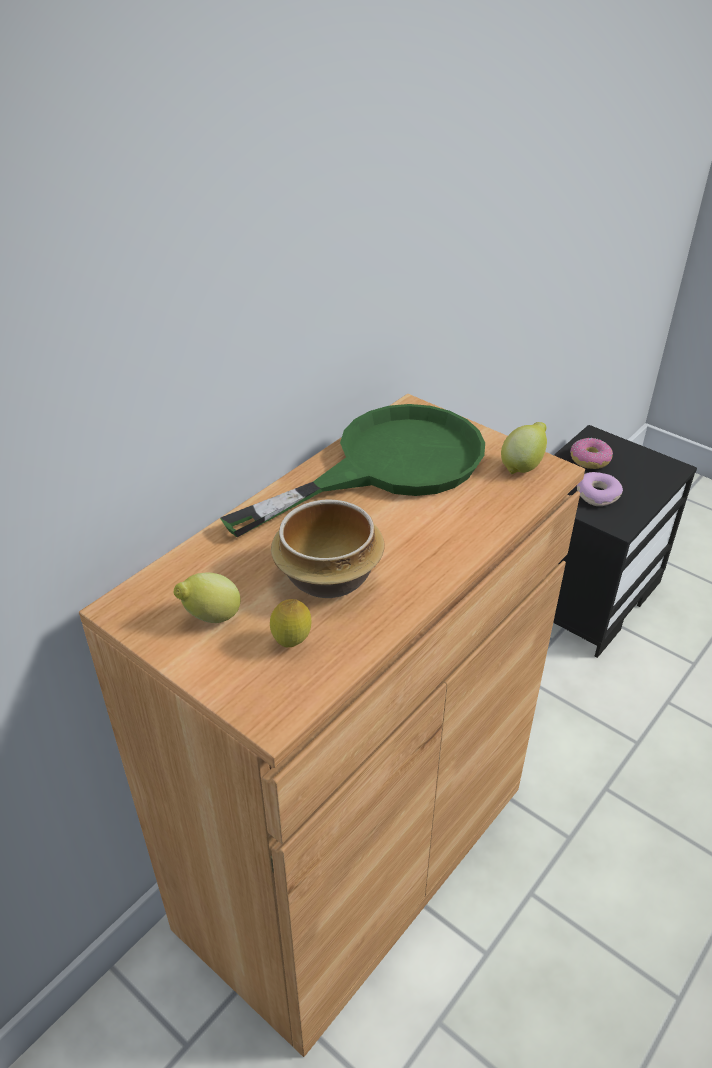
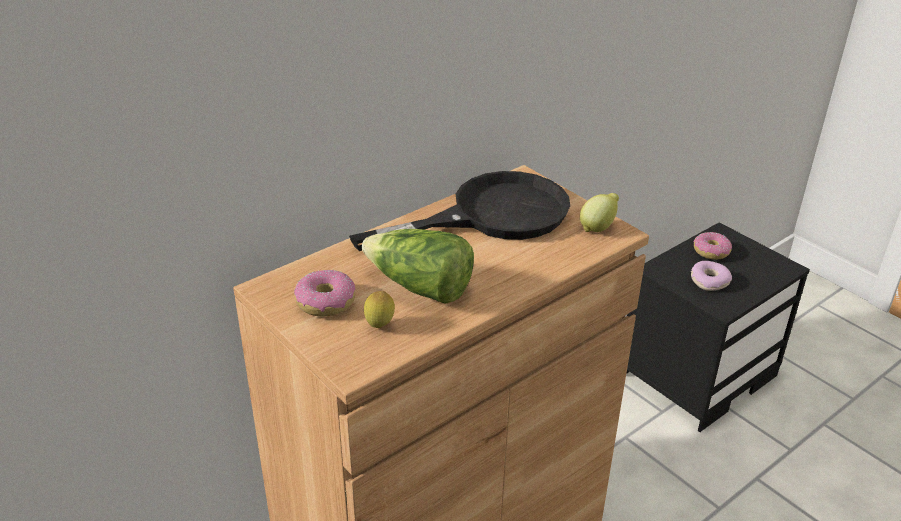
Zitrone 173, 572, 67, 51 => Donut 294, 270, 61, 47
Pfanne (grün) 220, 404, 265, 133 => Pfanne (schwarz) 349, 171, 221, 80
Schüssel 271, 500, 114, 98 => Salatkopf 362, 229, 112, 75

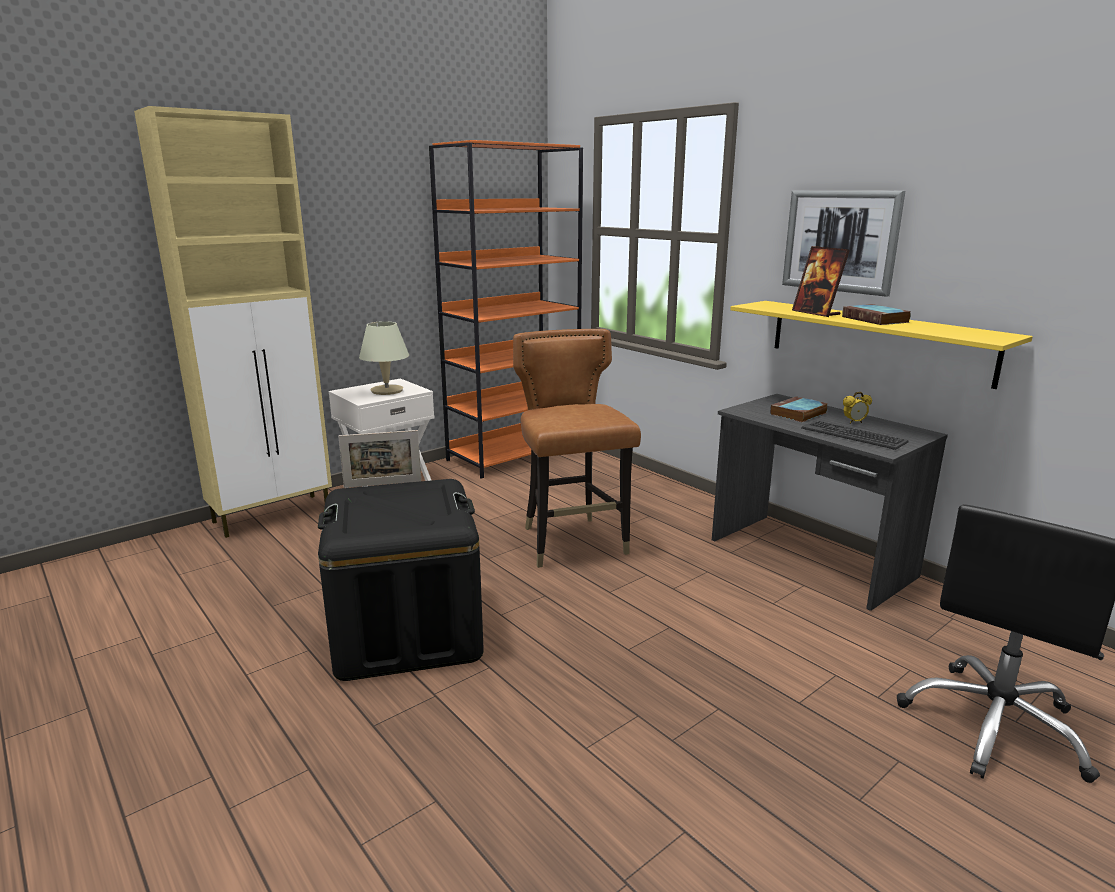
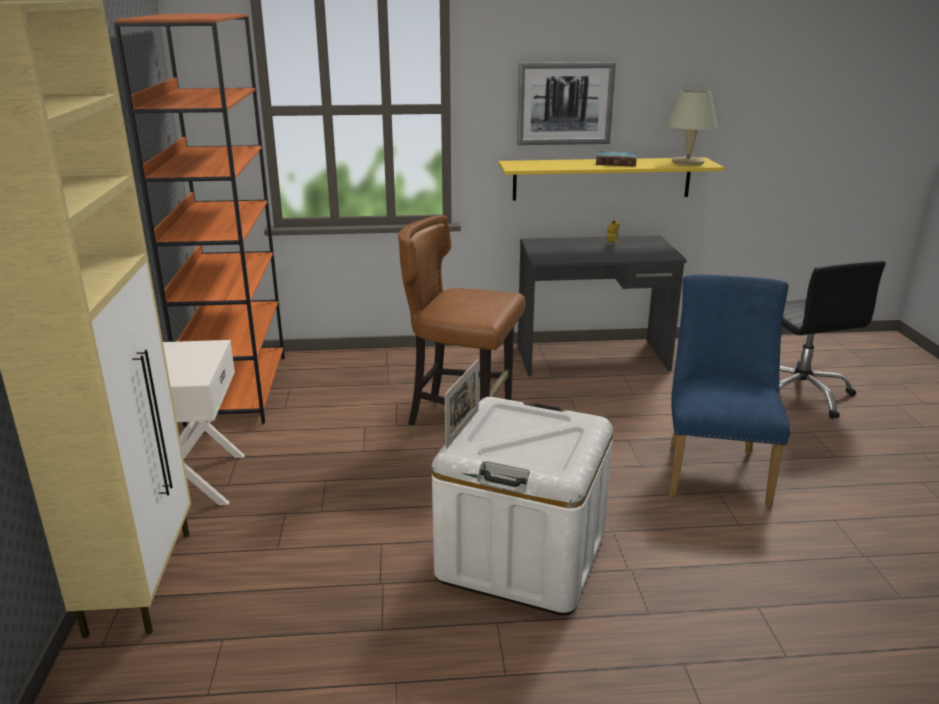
Aufbewahrungsbox (schwarz) 318, 479, 166, 202 => Aufbewahrungsbox (weiß) 432, 397, 181, 218
Tischlampe (beige) 359, 321, 50, 74 => Tischlampe (beige) 667, 90, 51, 75, moved
Buch 770, 396, 58, 26 => nothing
Bilderrahmen 792, 246, 58, 71 => nothing
Tastatur 801, 420, 108, 30 => nothing
nothing => Stuhl (blau) 670, 274, 120, 234

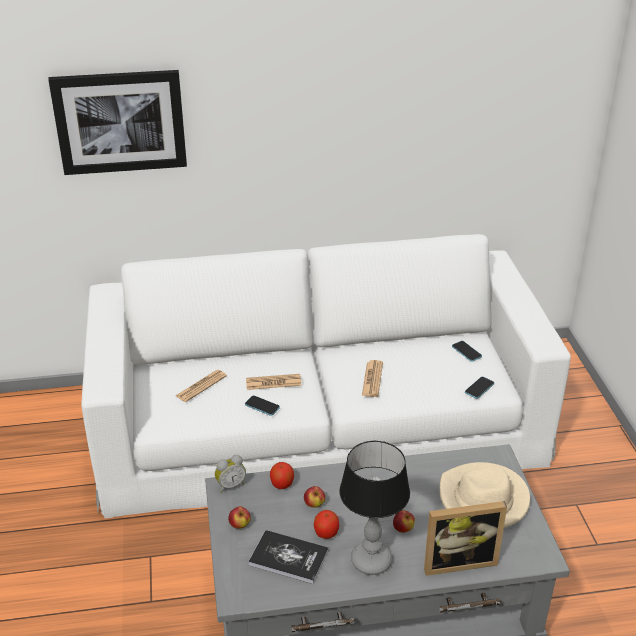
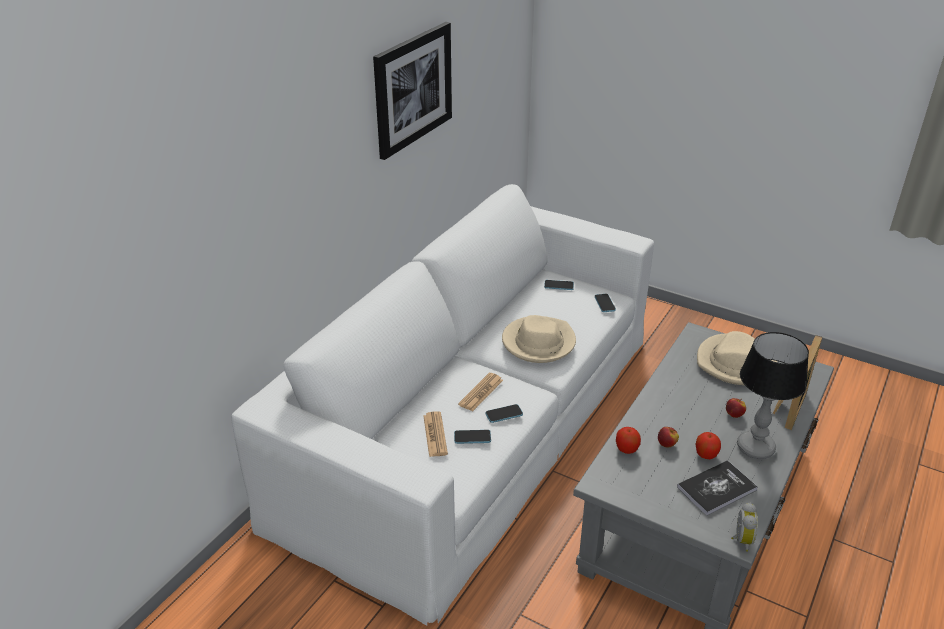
Bild 48, 70, 139, 105 => Bild 373, 22, 79, 138, moved
Wecker 215, 455, 31, 38 => Wecker 731, 502, 26, 50, moved
Apfel 228, 507, 23, 22 => nothing
Zeitung 362, 360, 21, 37 => Hut (beige) 502, 315, 74, 48
nothing => Handy 454, 430, 37, 14

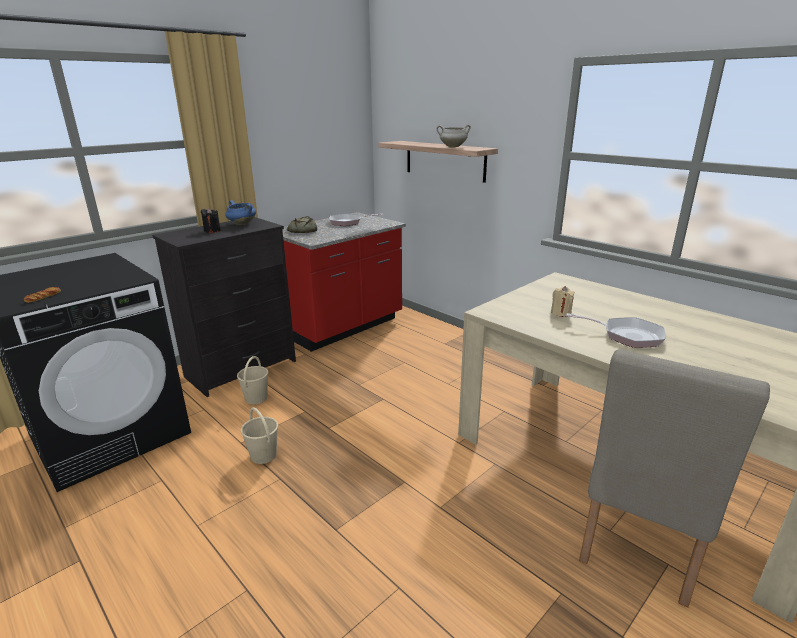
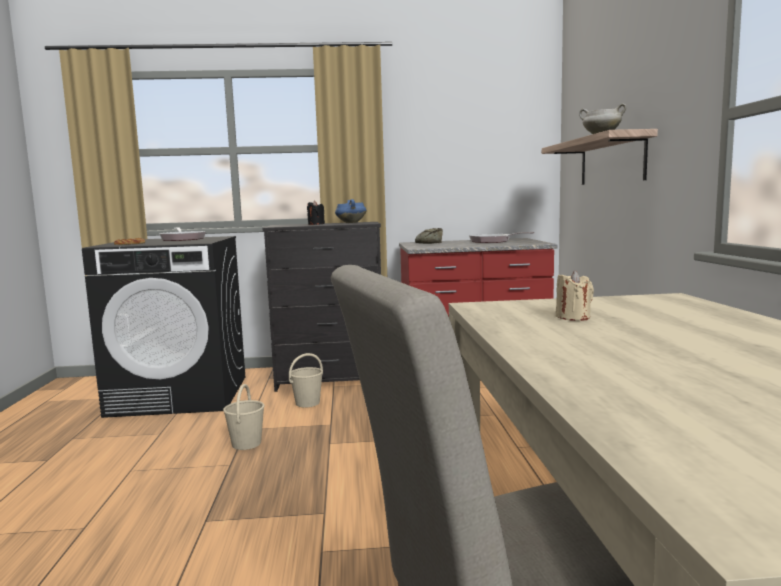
Pfanne 566, 313, 100, 35 => Pfanne 159, 227, 47, 14, moved

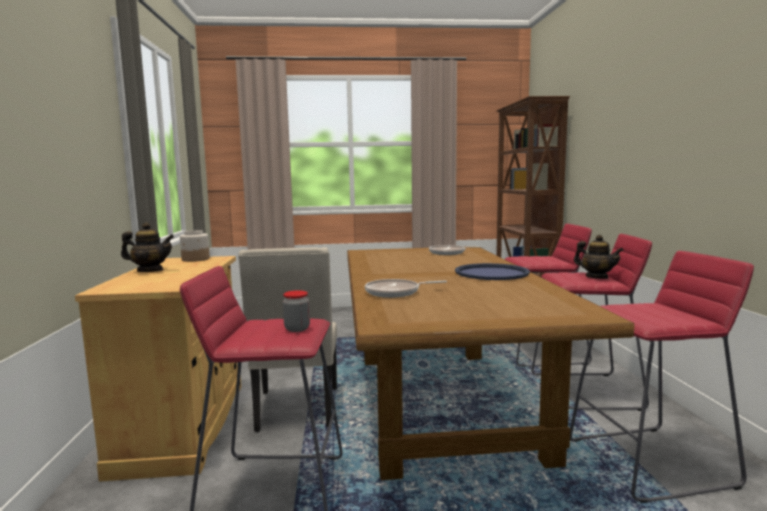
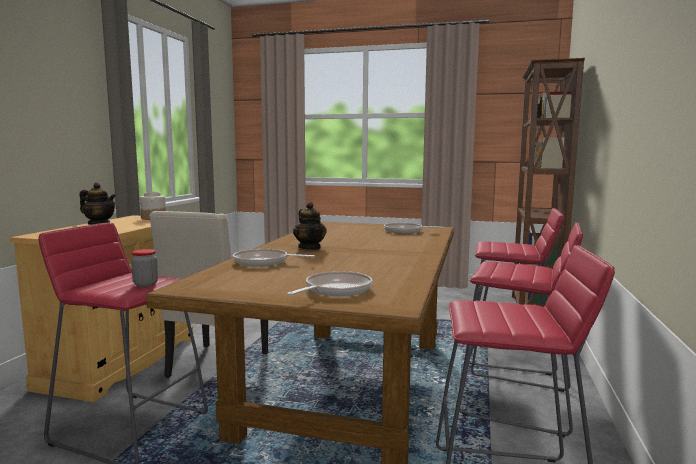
Tablett (blau) 455, 263, 75, 17 => nothing
Teekanne 574, 235, 50, 44 => Teekanne 293, 202, 34, 48, moved
nothing => Pfanne 287, 271, 86, 25

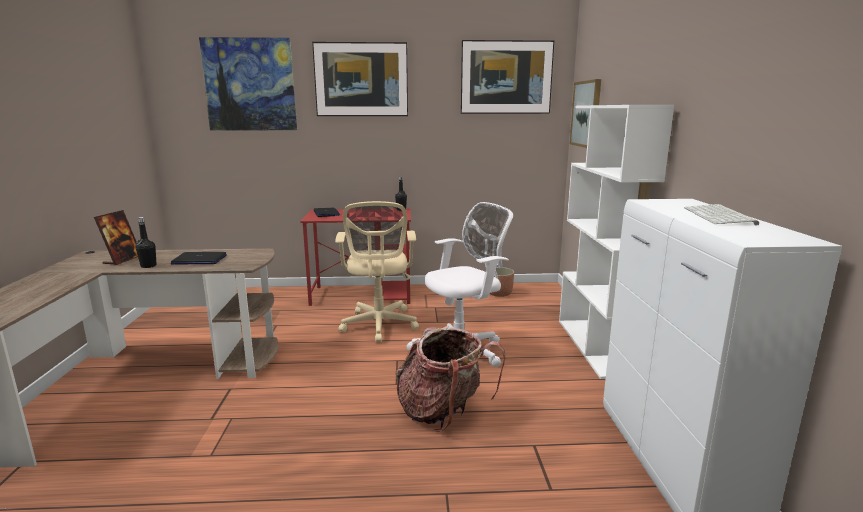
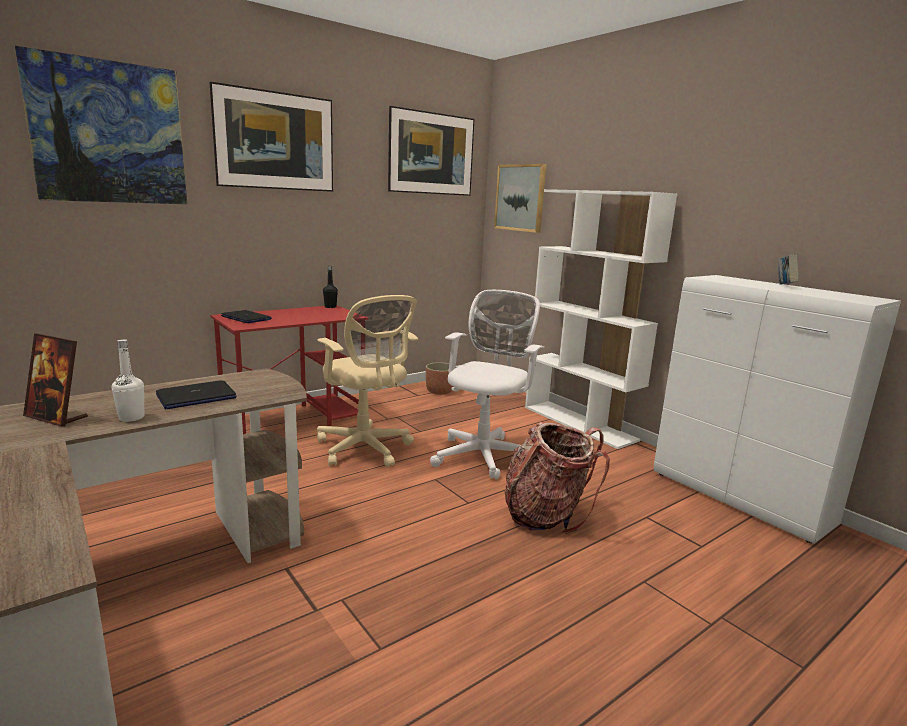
Bilderrahmen 94, 210, 44, 55 => Bilderrahmen 23, 333, 65, 94, 135 degrees clockwise
Flasche (schwarz) 136, 217, 21, 51 => Flasche (weiß) 112, 339, 32, 83
Tastatur 684, 204, 75, 22 => Buch 778, 254, 21, 31

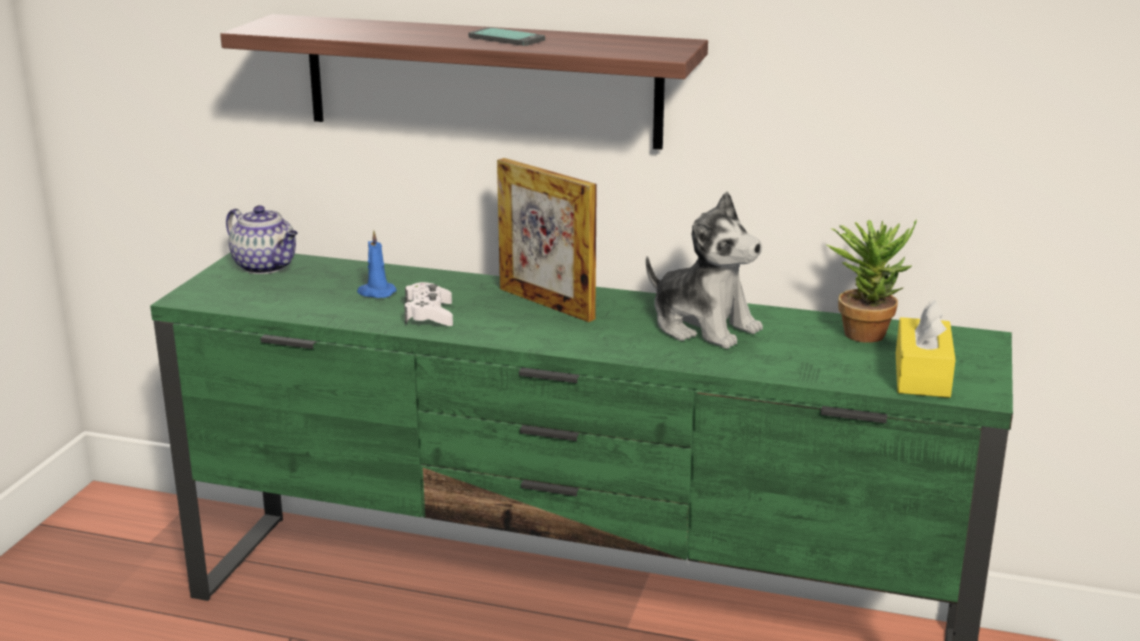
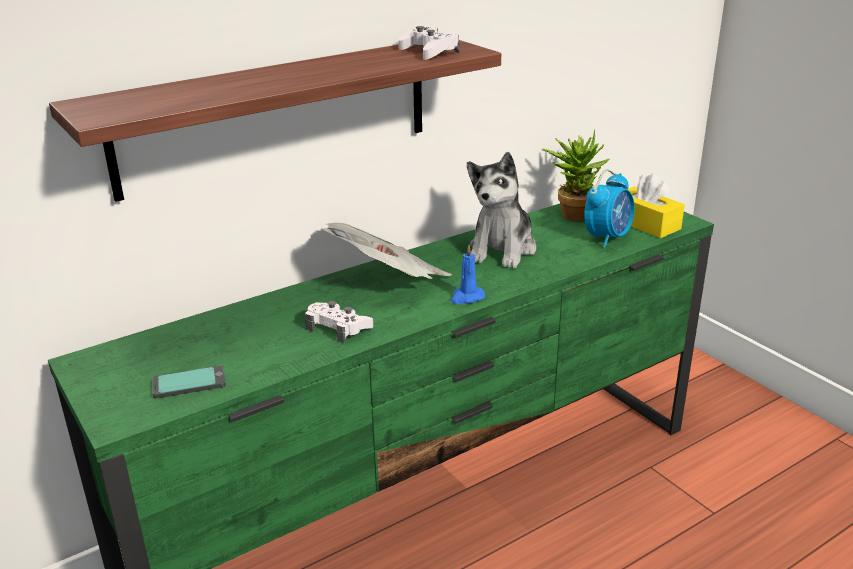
Teekanne 226, 205, 72, 69 => nothing
Kerze (blau) 357, 230, 40, 68 => Kerze (blau) 450, 244, 35, 60, moved
Handy 469, 27, 76, 19 => Handy 152, 366, 74, 32, moved
Bilderrahmen 497, 158, 100, 164 => Zeitung 323, 223, 129, 56
Plüschtier 646, 192, 117, 157 => Plüschtier 467, 152, 69, 117, 120 degrees clockwise
nothing => Gamepad (weiß) 398, 26, 61, 34
nothing => Wecker 584, 169, 50, 79

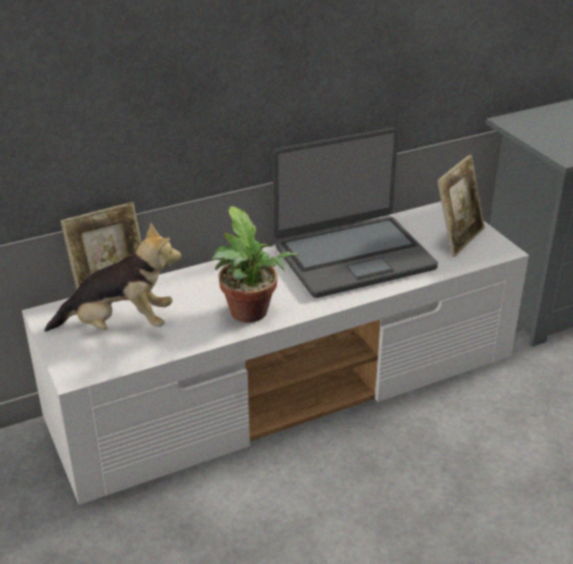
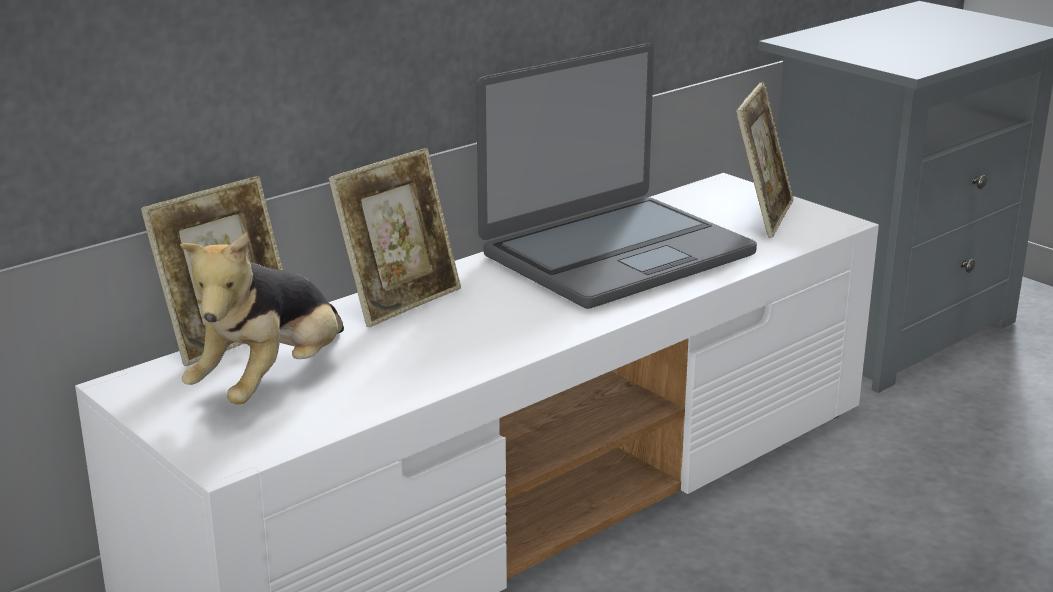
Plüschtier 44, 222, 138, 110 => Plüschtier 180, 233, 164, 171, 135 degrees clockwise
Topfpflanze 212, 206, 87, 117 => nothing
nothing => Bilderrahmen 328, 148, 133, 179

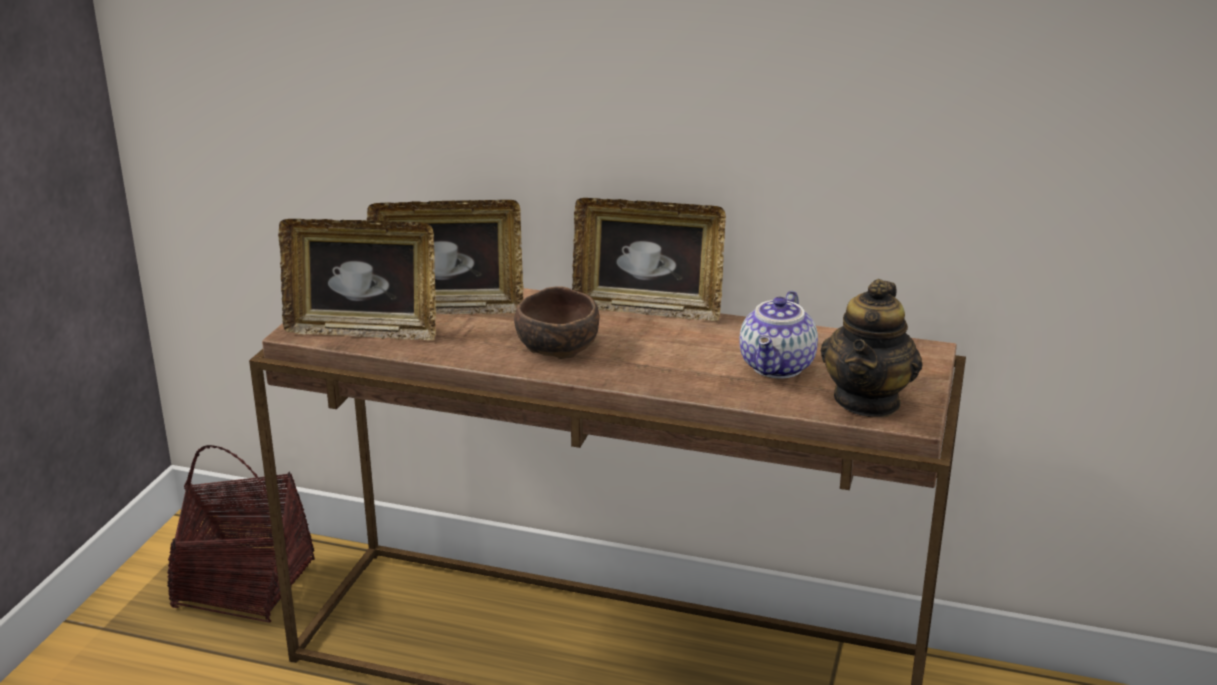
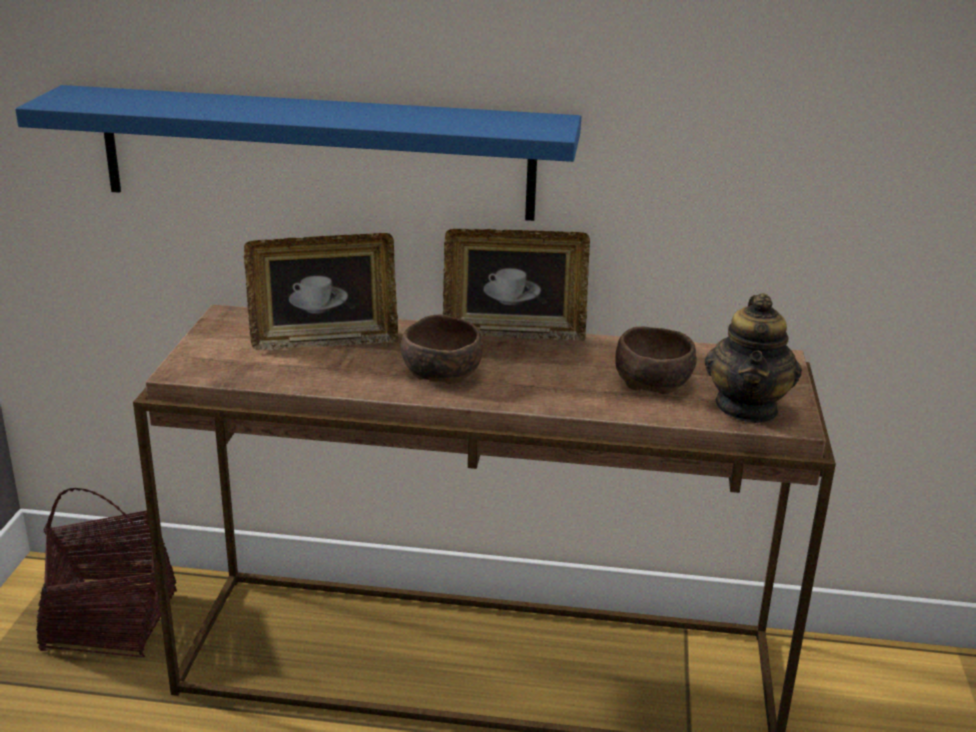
Bilderrahmen 278, 219, 158, 122 => nothing
Teekanne 739, 291, 79, 88 => Schüssel (braun) 615, 327, 82, 67
nothing => Wandregal (blau) 15, 85, 566, 136

